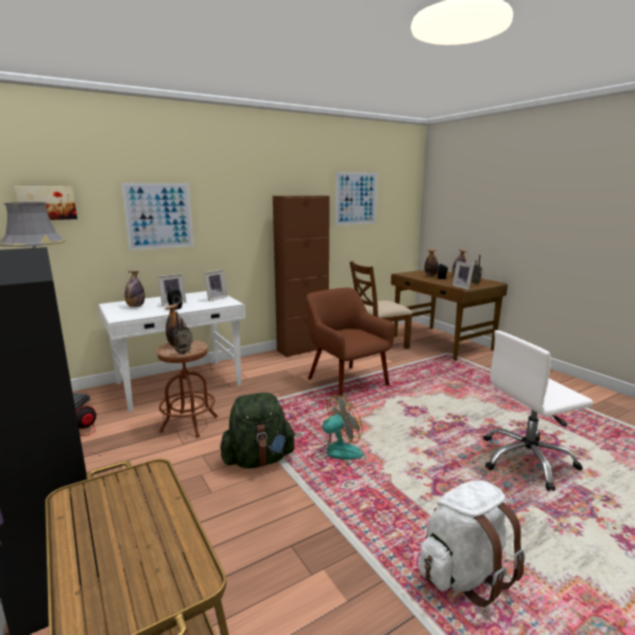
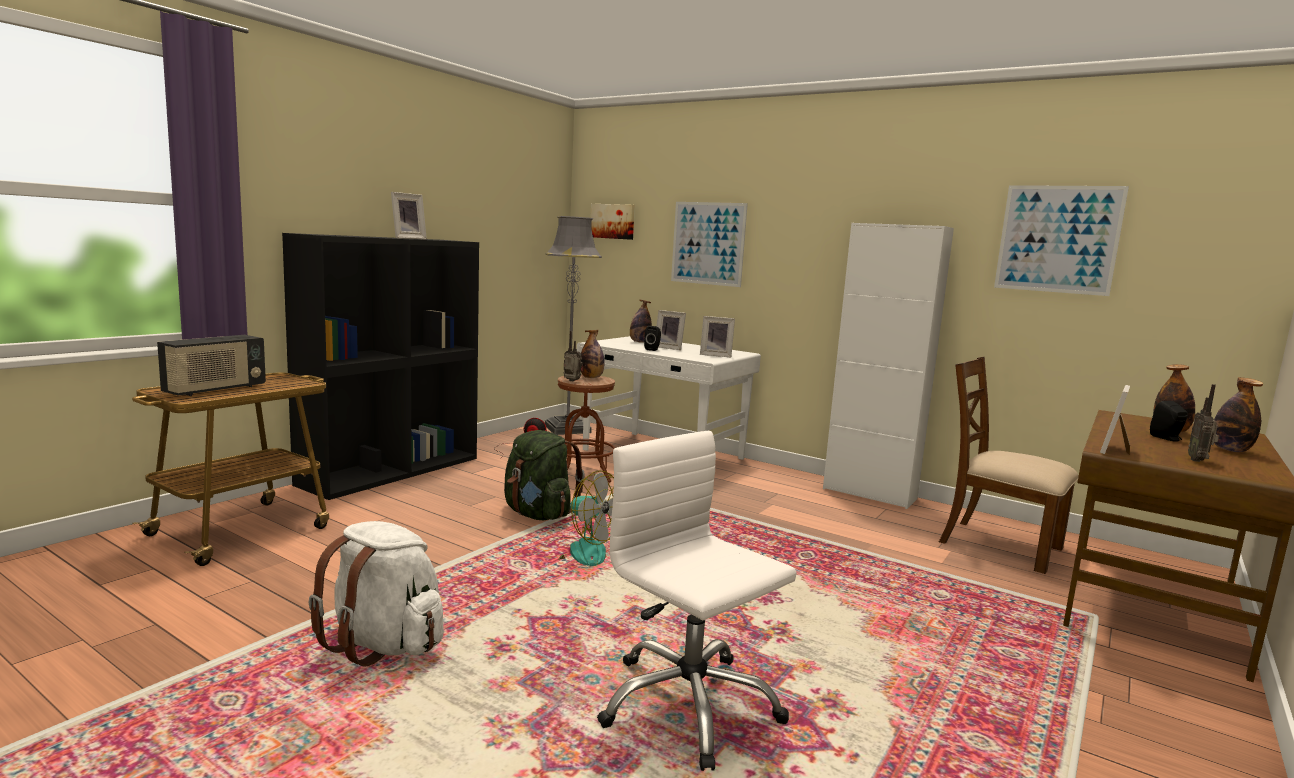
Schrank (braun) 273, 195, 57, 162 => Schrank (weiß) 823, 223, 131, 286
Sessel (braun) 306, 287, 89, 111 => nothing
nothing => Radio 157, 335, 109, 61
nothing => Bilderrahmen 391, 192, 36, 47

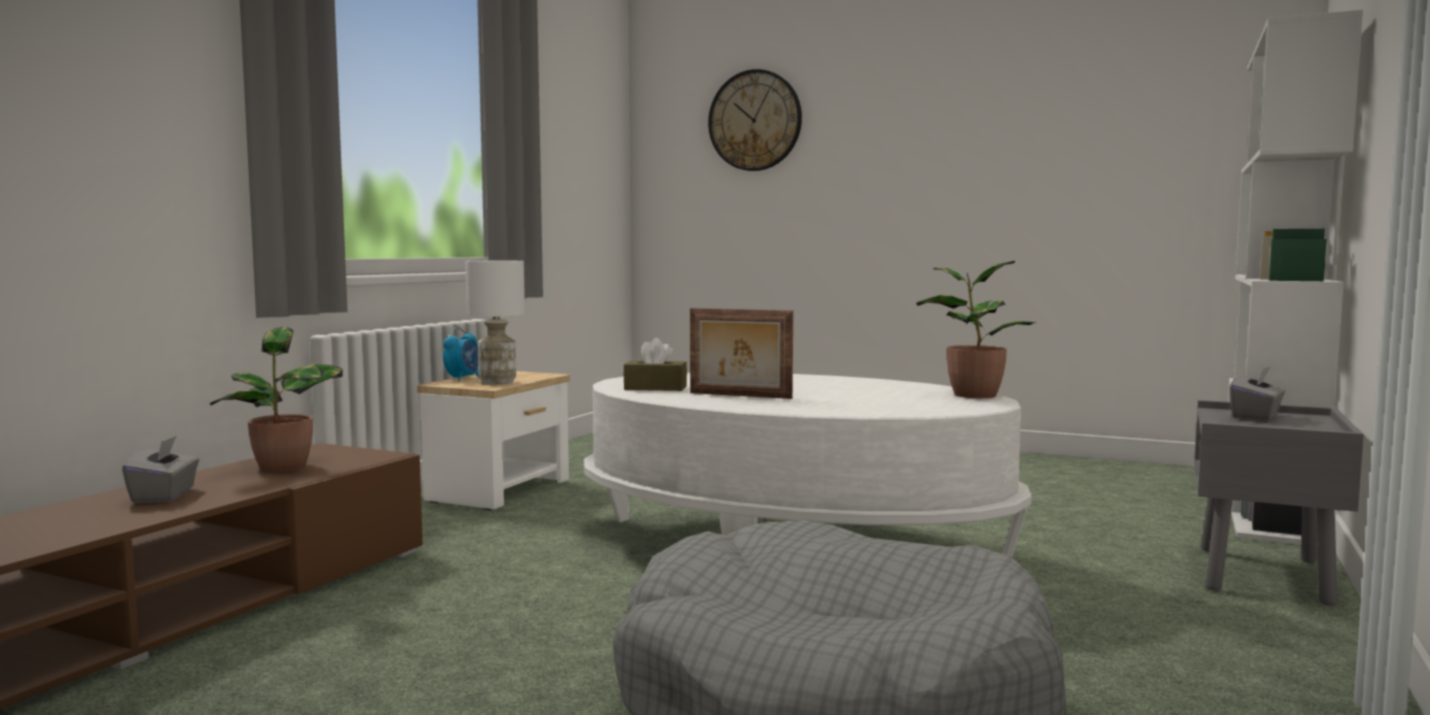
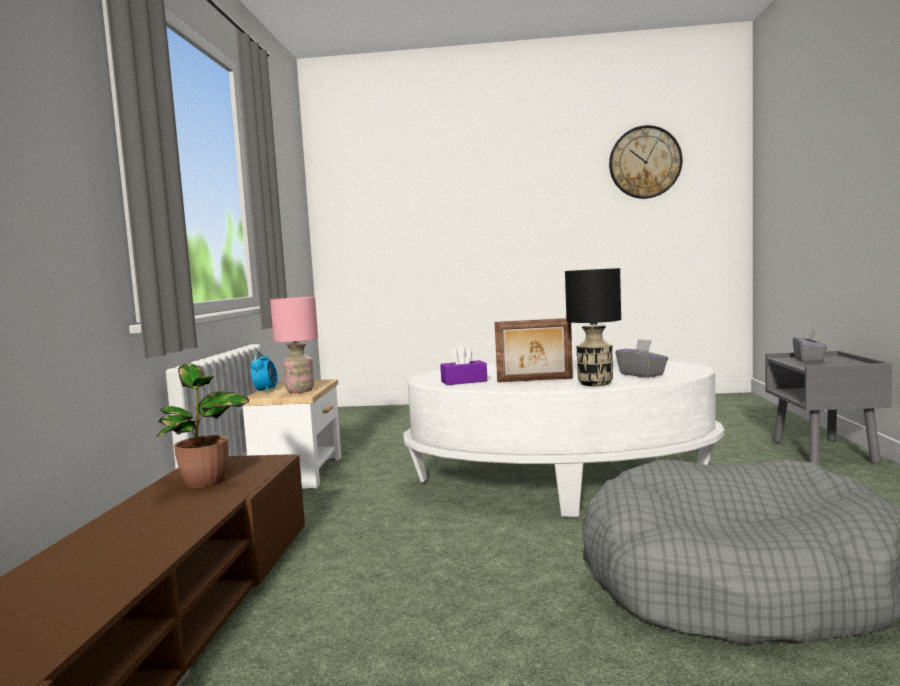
Taschentuchbox (grau) 122, 435, 77, 68 => Taschentuchbox (grau) 615, 339, 53, 39, moved
Tischlampe (weiß) 465, 261, 60, 123 => Tischlampe (rosa) 270, 297, 48, 96
Taschentuchbox (braun) 624, 338, 63, 53 => Taschentuchbox (lila) 440, 345, 47, 40
Wanduhr 708, 69, 94, 102 => Wanduhr 609, 125, 74, 74, moved
Topfpflanze 916, 261, 121, 137 => nothing
Bücherregal (weiß) 1228, 10, 135, 537 => nothing
nothing => Tischlampe (schwarz) 565, 268, 56, 118

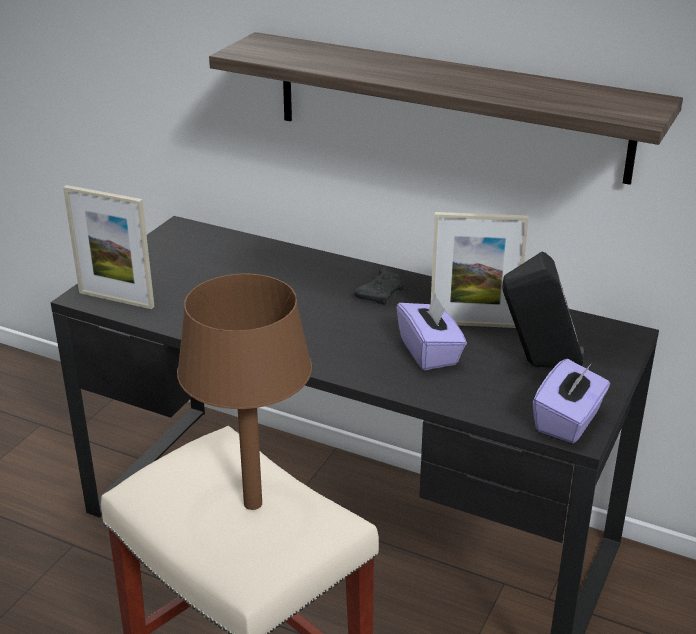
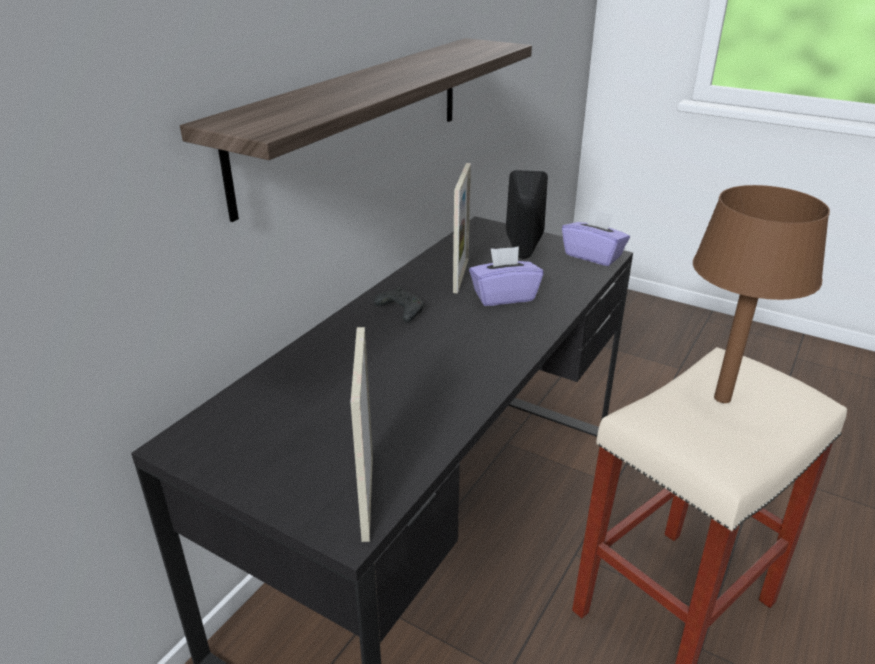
Bilderrahmen 63, 185, 91, 124 => Bilderrahmen 350, 327, 23, 215, 150 degrees clockwise

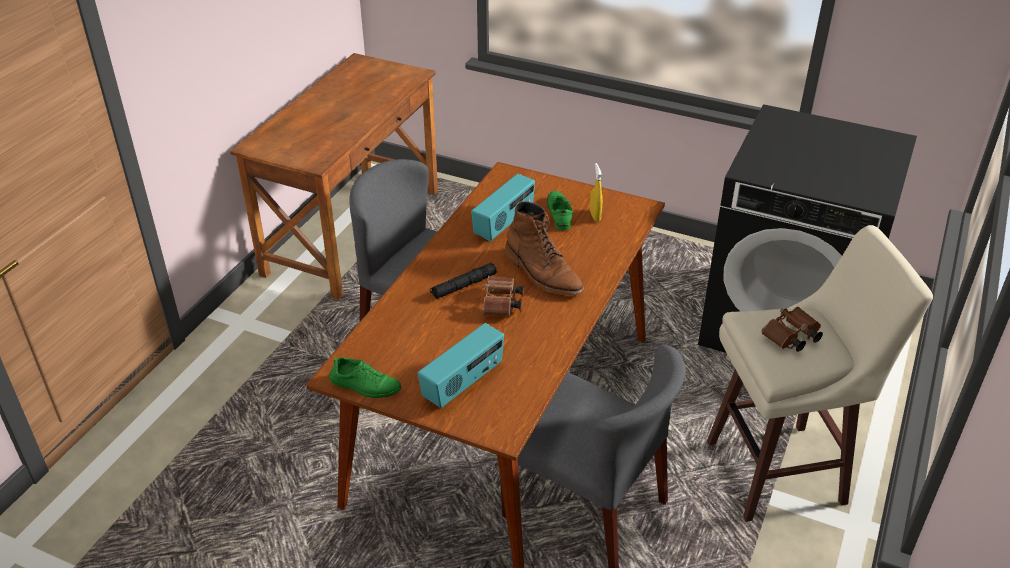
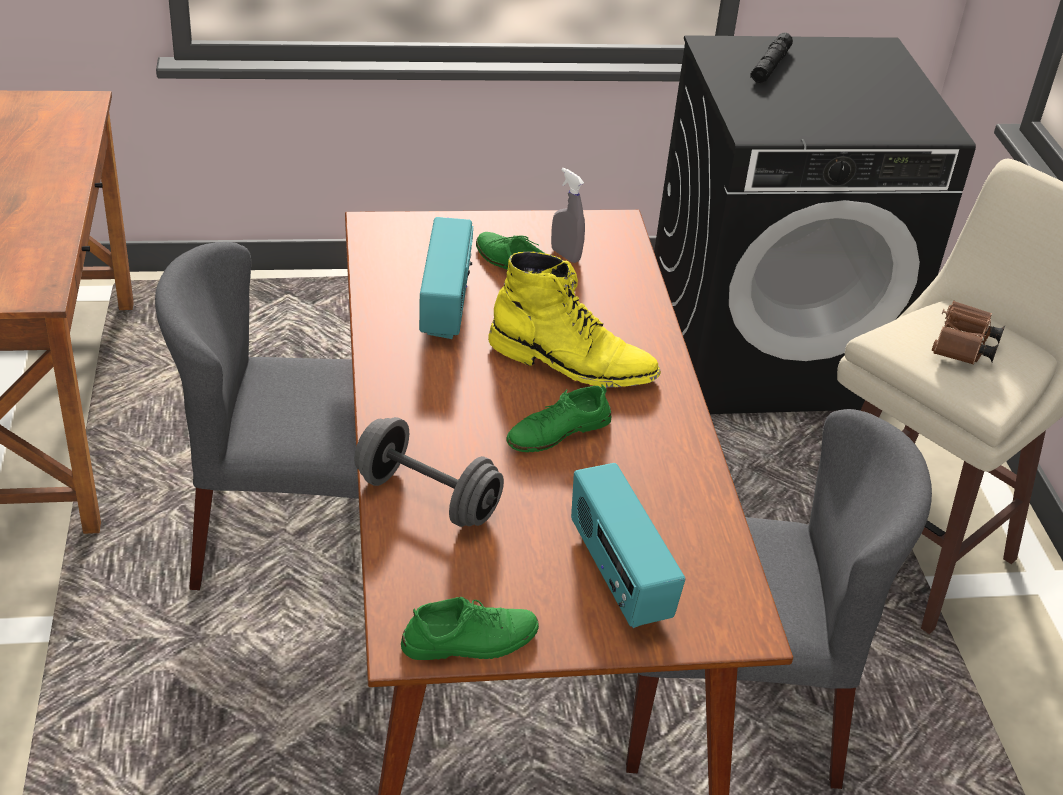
Radio 418, 323, 86, 85 => Radio 571, 463, 114, 165, 150 degrees clockwise
Taschenlampe (schwarz) 430, 263, 67, 36 => Taschenlampe (schwarz) 750, 32, 43, 51, moved
Fernglas (braun) 482, 276, 41, 40 => Schuh (grün) 506, 384, 105, 68
Stiefel (braun) 505, 201, 79, 95 => Stiefel (gelb) 488, 251, 173, 137
Sprühflasche (gelb) 590, 163, 12, 59 => Sprühflasche (grau) 551, 167, 34, 96
nothing => Hantel (grau) 354, 417, 150, 110

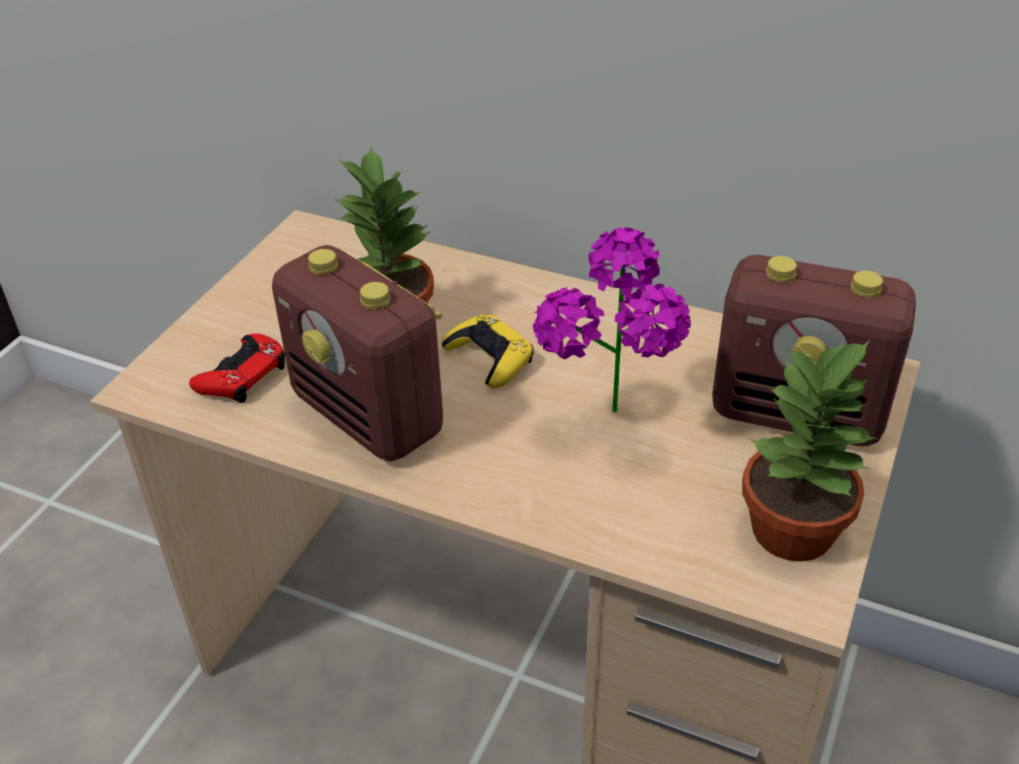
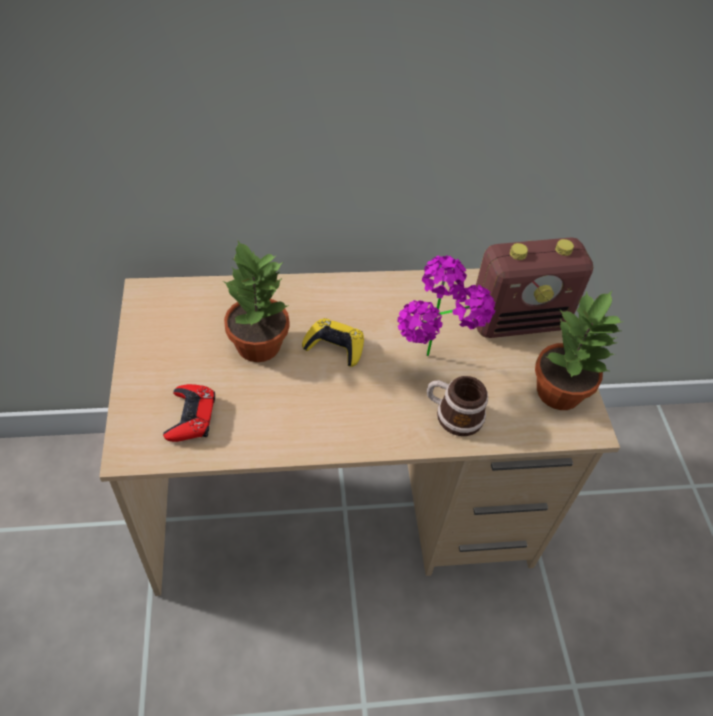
Radio 272, 245, 171, 217 => nothing
nothing => Henkelbecher 427, 376, 61, 60

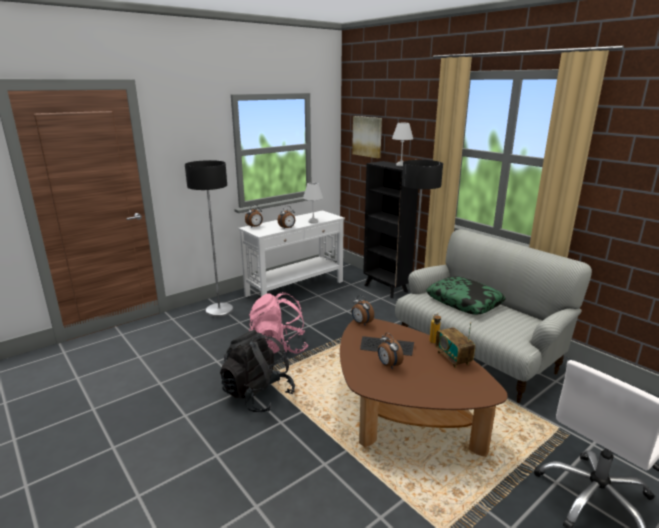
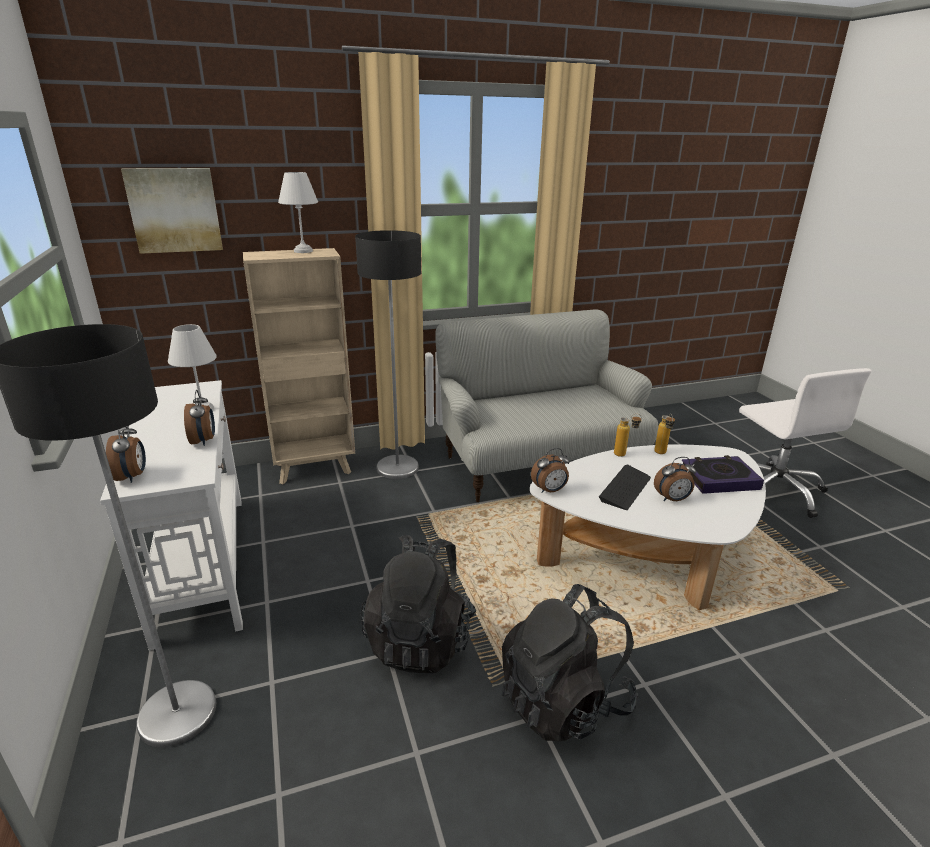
Rucksack (rosa) 249, 292, 60, 62 => Rucksack (schwarz) 361, 534, 115, 140
Couchtisch (braun) 340, 319, 168, 138 => Couchtisch (weiß) 530, 444, 236, 166
Bücherregal (schwarz) 363, 161, 55, 137 => Bücherregal (beige) 243, 248, 112, 236
Kissen 426, 276, 79, 39 => nothing
Radio 435, 322, 40, 46 => Flasche 654, 414, 21, 40
nothing => Buch 682, 455, 82, 39

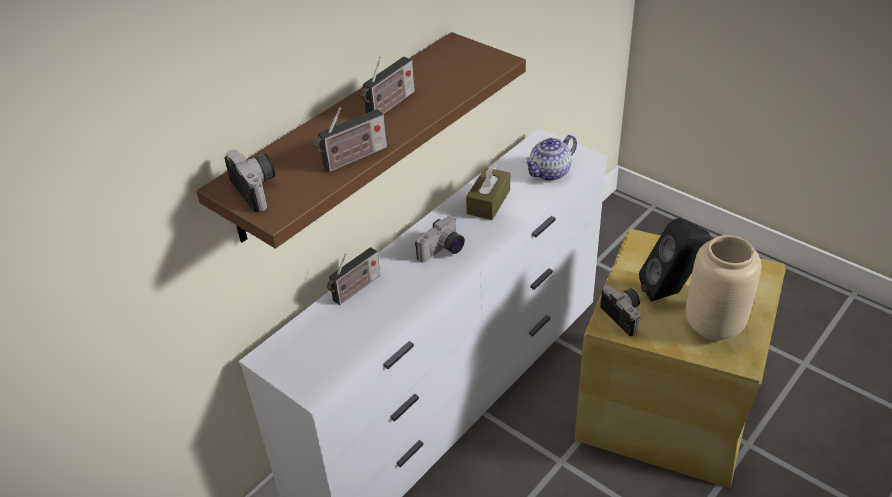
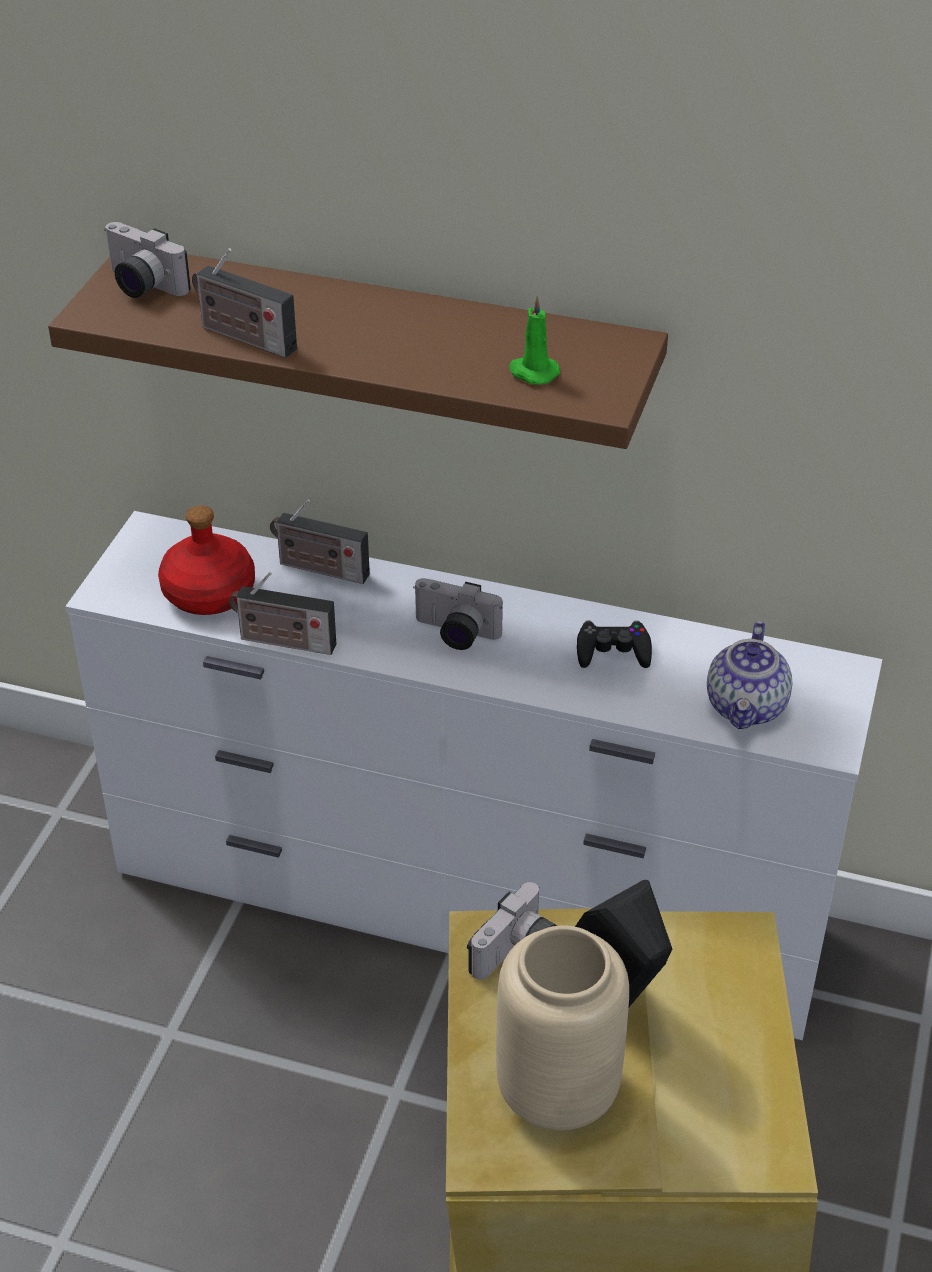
Kamera 224, 149, 51, 63 => Kamera 104, 222, 87, 76, 90 degrees clockwise
Radio 361, 57, 54, 57 => Radio 229, 572, 107, 83, moved
Taschentuchbox (braun) 466, 164, 44, 56 => Gamepad (schwarz) 577, 621, 75, 47
Teekanne 524, 135, 53, 46 => Teekanne 707, 621, 85, 108, 105 degrees counterclockwise
nothing => Flasche (rot) 158, 506, 97, 109
nothing => Kerze (grün) 509, 296, 51, 89

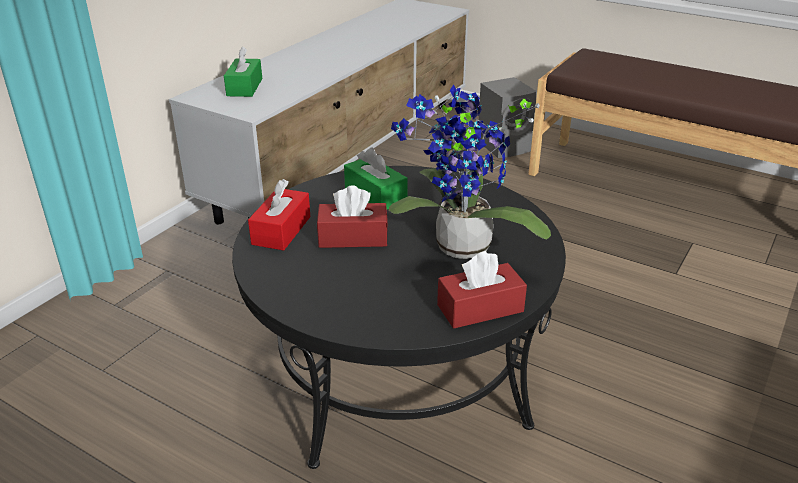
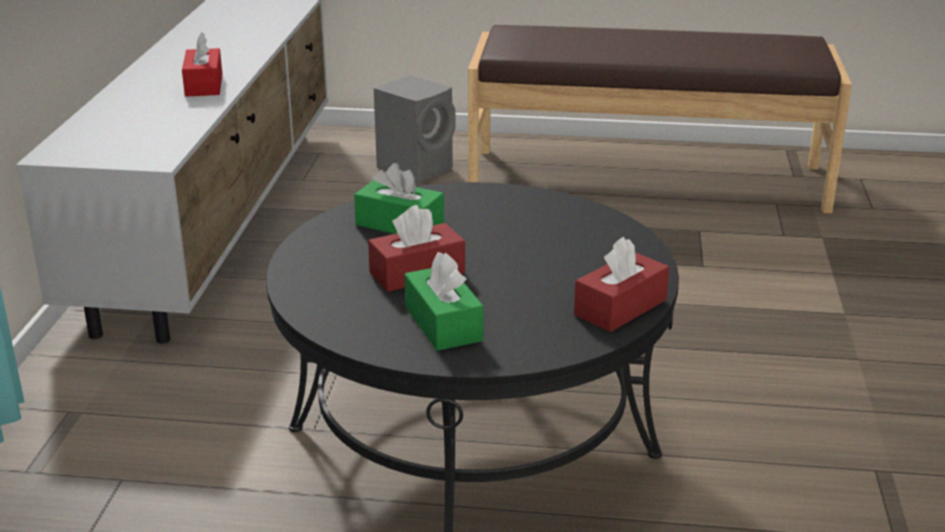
Taschentuchbox (grün) 224, 46, 38, 51 => Taschentuchbox (grün) 405, 252, 79, 99, moved
Taschentuchbox (rot) 248, 179, 62, 72 => Taschentuchbox (rot) 182, 32, 40, 65, moved
Topfpflanze 389, 85, 162, 174 => nothing

